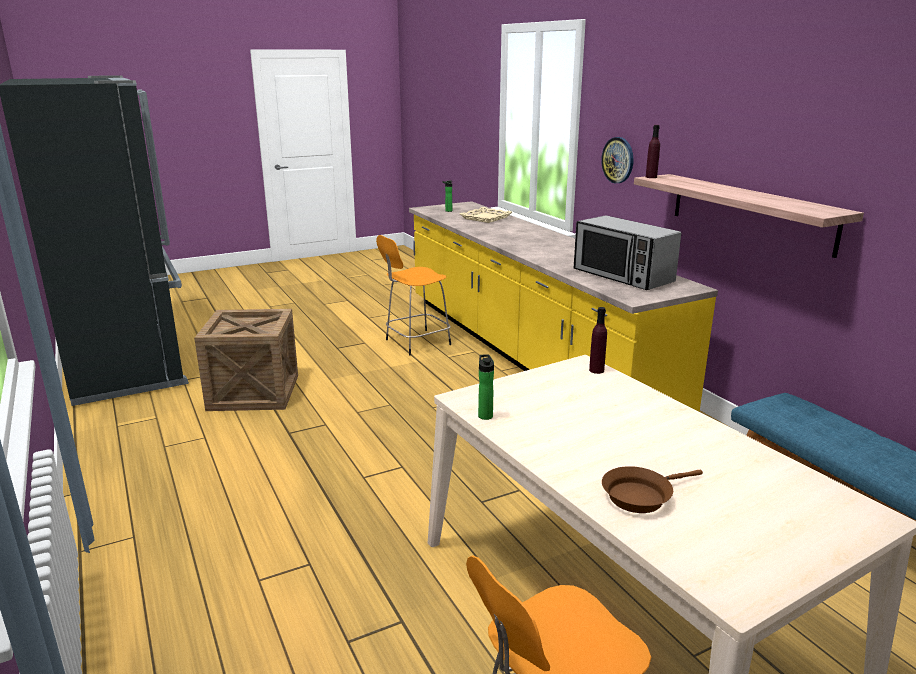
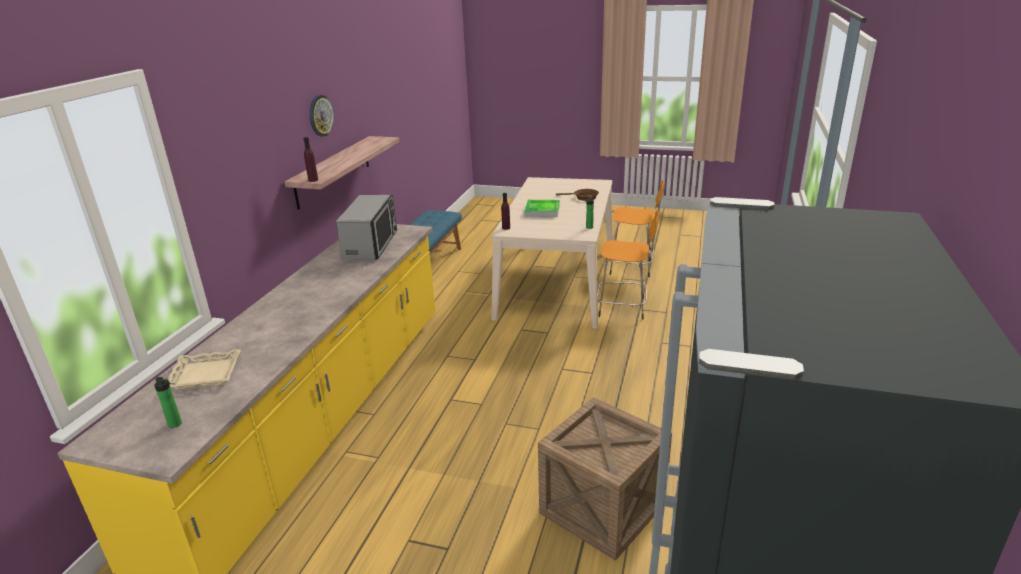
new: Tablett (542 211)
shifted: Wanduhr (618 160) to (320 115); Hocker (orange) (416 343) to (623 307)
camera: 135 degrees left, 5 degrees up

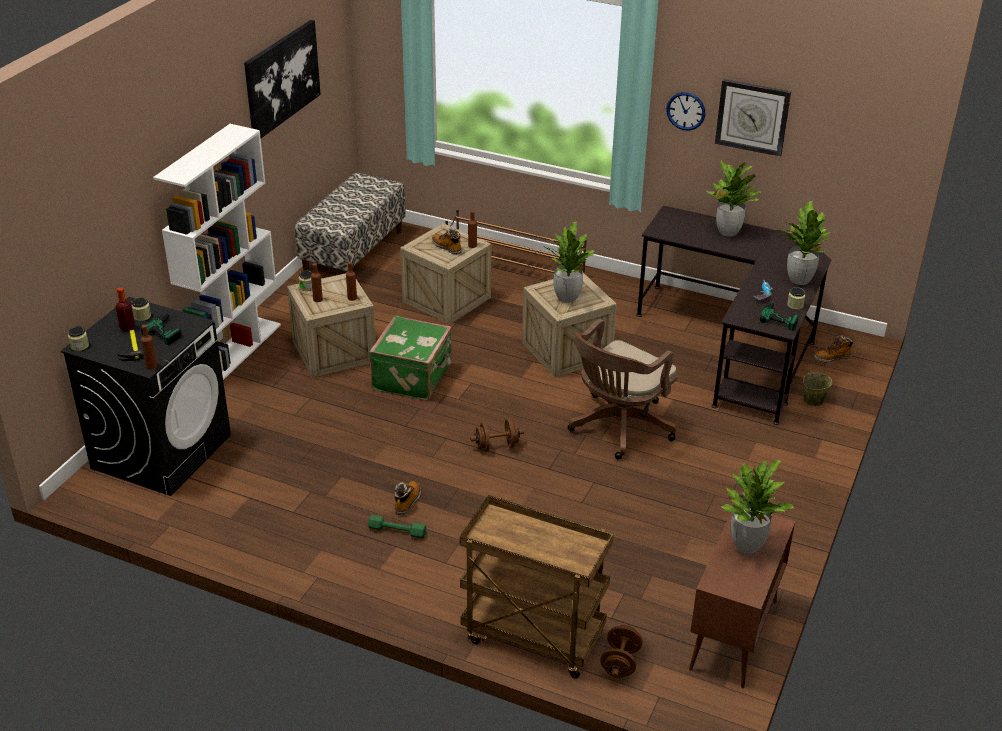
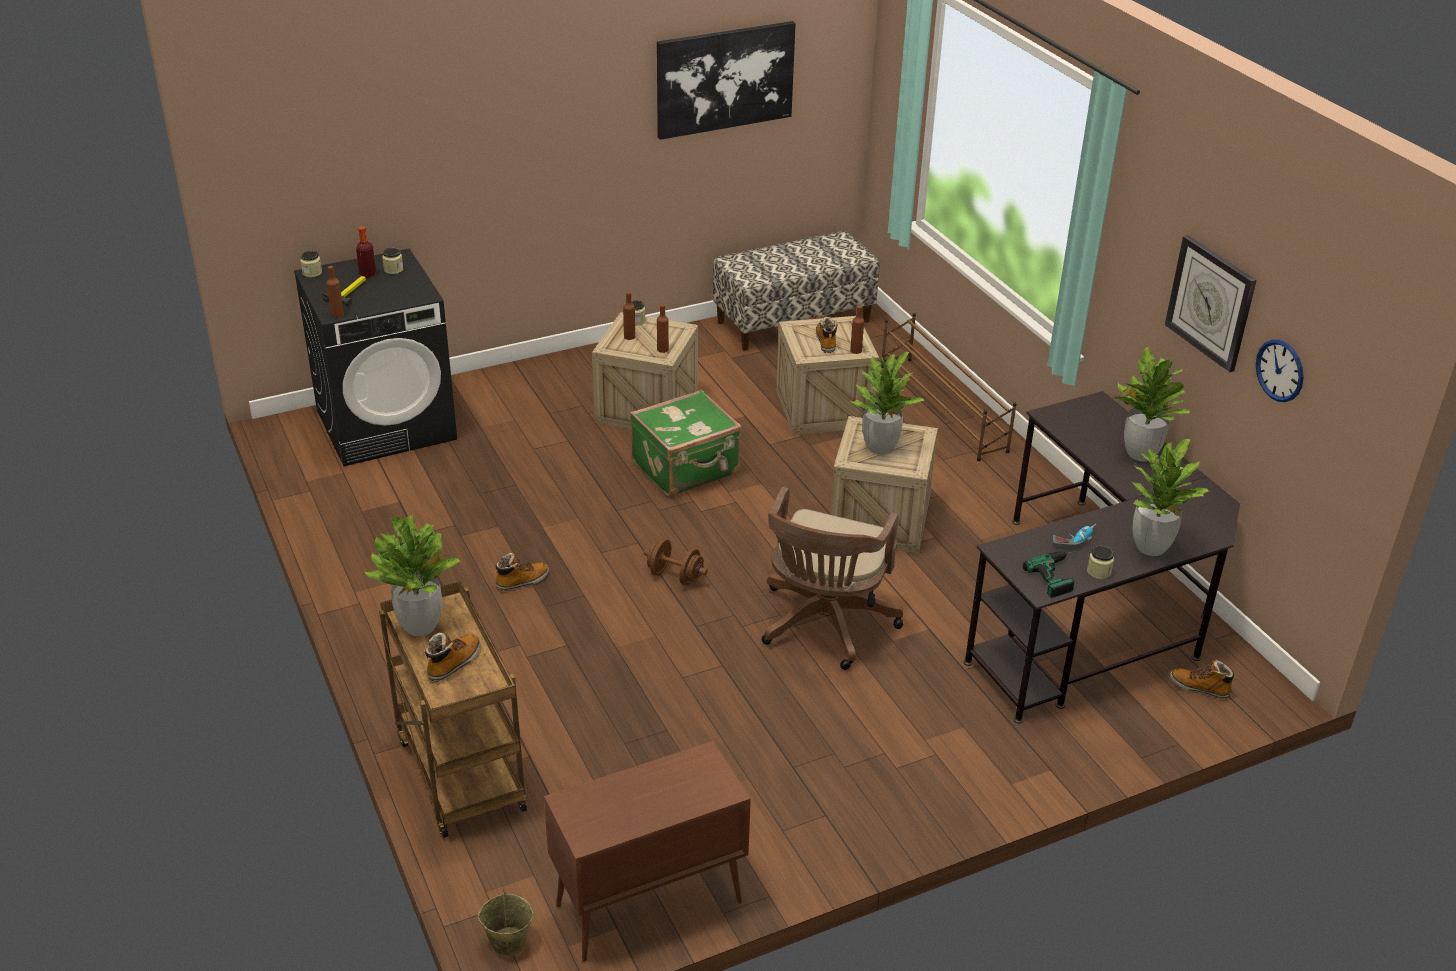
gone: Bohrmaschine (170 329); Bücherregal (weiß) (234 350); Hantel (grün) (397 531); Hantel (braun) (620 663)
new: Stiefel (454 663)
shifted: Topfpflanze (747 545) to (421 626); Eimer (beige) (813 400) to (507 941); Wanduhr (686 111) to (1280 370)
rotated: Bürostuhl (braun) (618 428) = (824 626) 60 degrees counterclockwise
camera: 40 degrees right, 0 degrees up

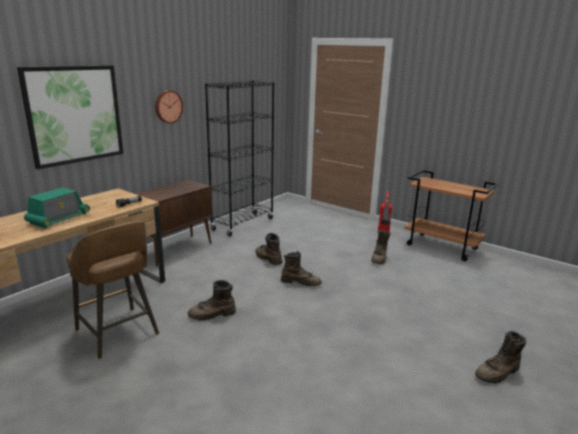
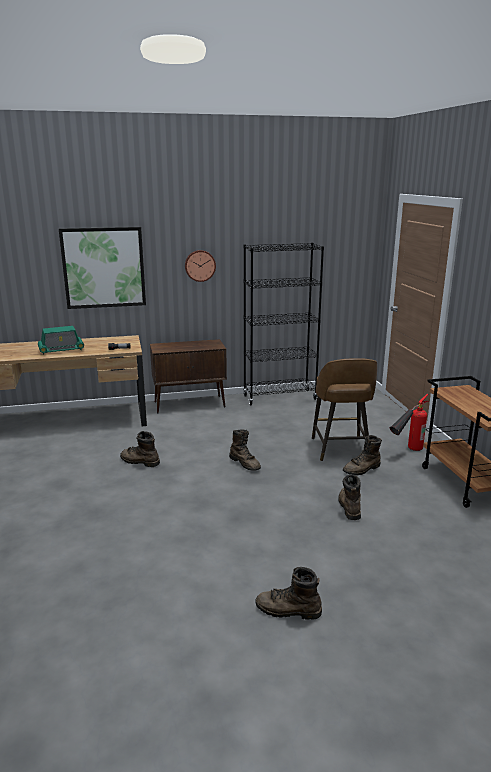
shifted: Hocker (braun) (118 333) to (340 449); Stiefel (braun) (268 258) to (349 507)
camera: 40 degrees right, 0 degrees up

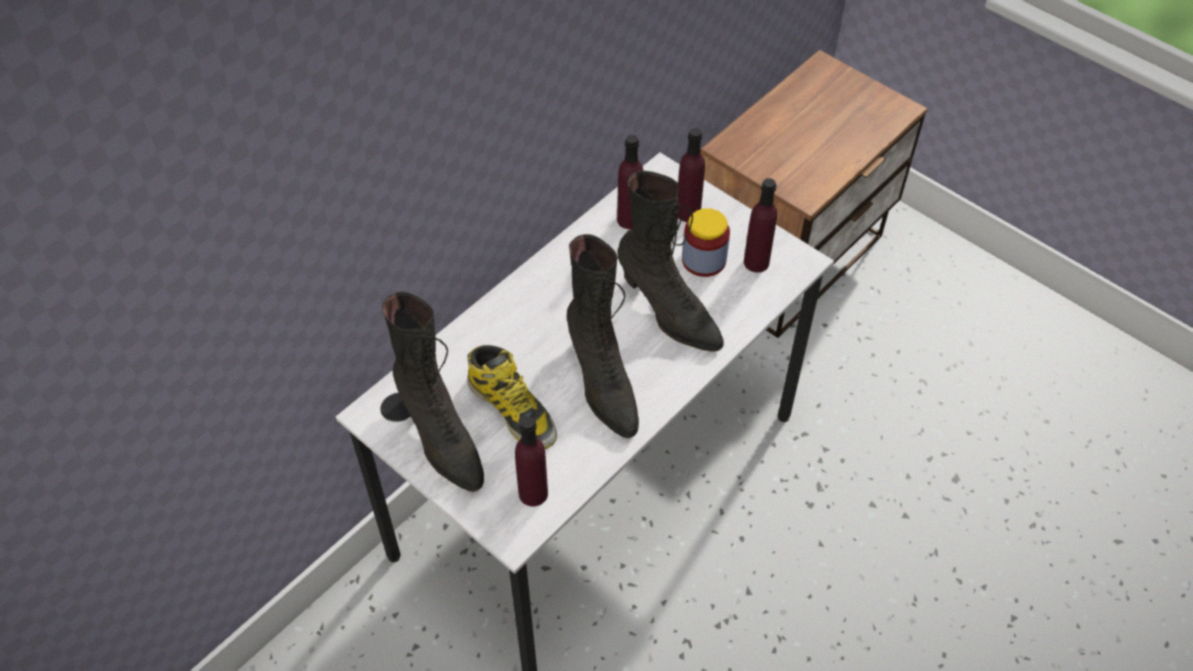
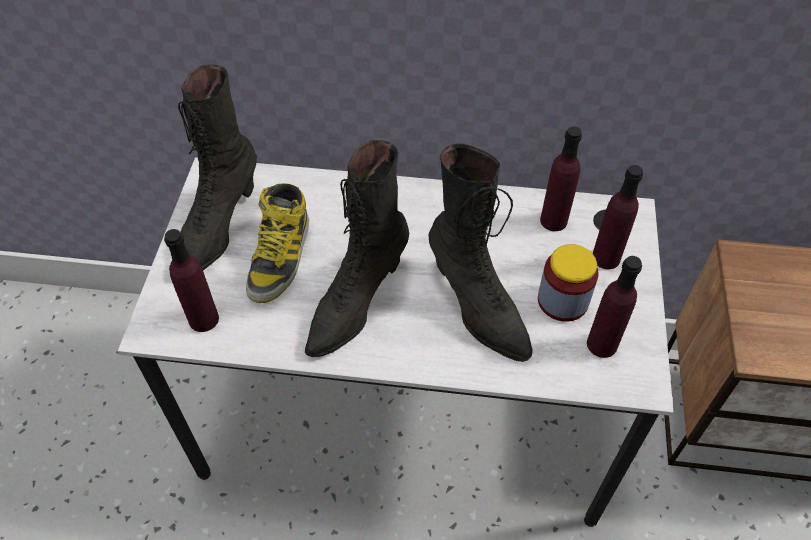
rotated: Stiefel (schwarz) (668 311) = (477 307) 45 degrees counterclockwise
camera: 55 degrees right, 0 degrees up

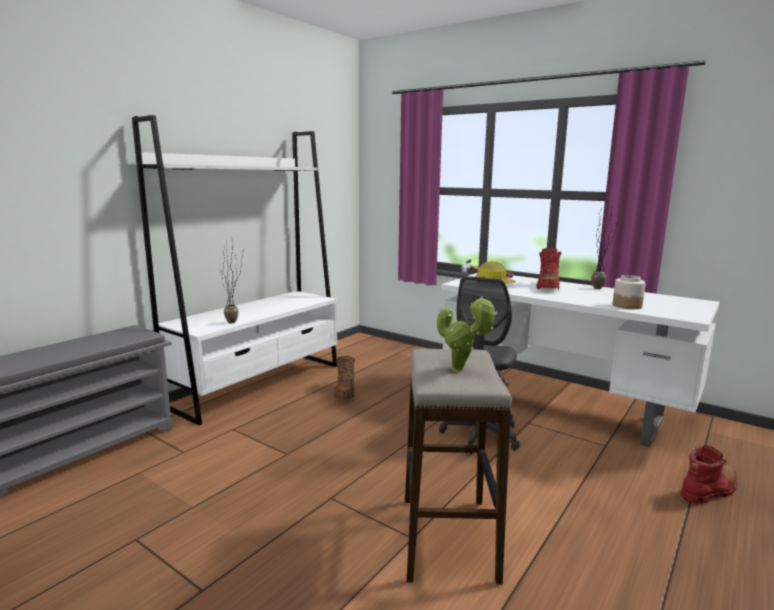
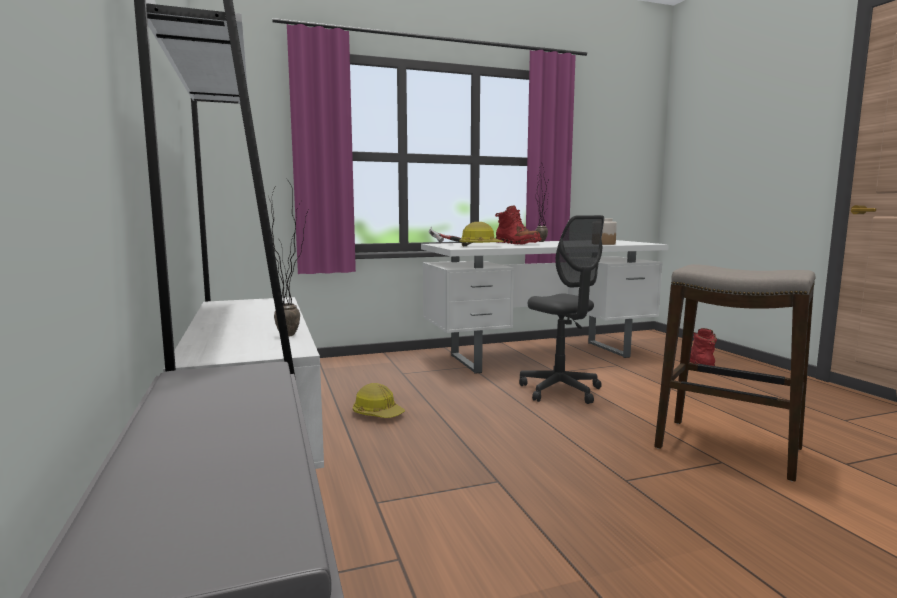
gone: Topfpflanze (461 371)
swapped: Stiefel (braun) (345 392) to Schutzhelm (378 413)
camera: 55 degrees left, 5 degrees down

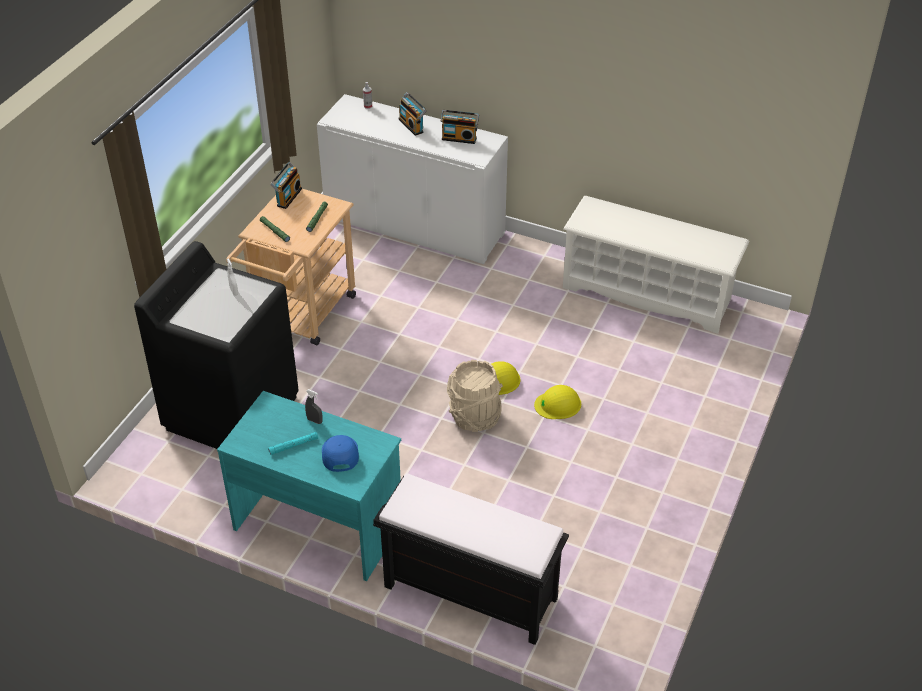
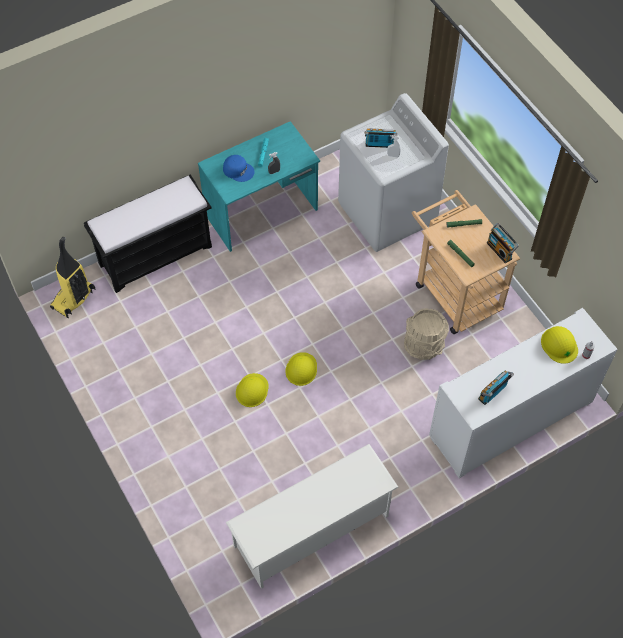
new: Staubsauger (74 299); Schutzhelm (gelb) (559 345)
shifted: Radio (412 125) to (379 145); Eimer (beige) (474 417) to (424 346)
repainted: Waschmaschine (schwarz) (232 412) to Waschmaschine (weiß) (387 213)
camera: 125 degrees right, 15 degrees up

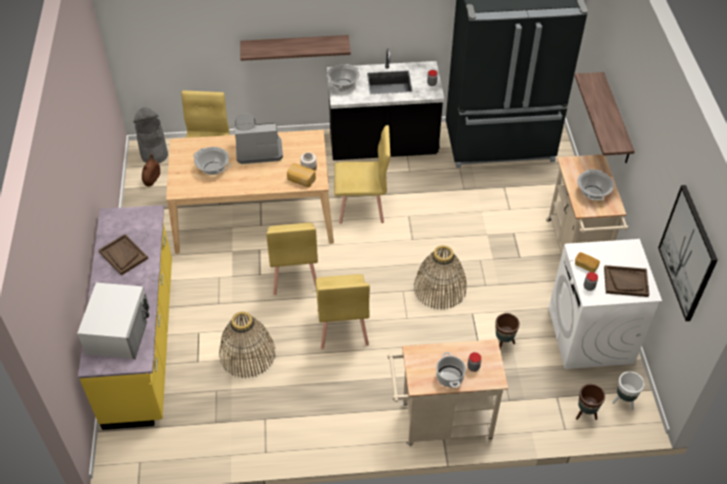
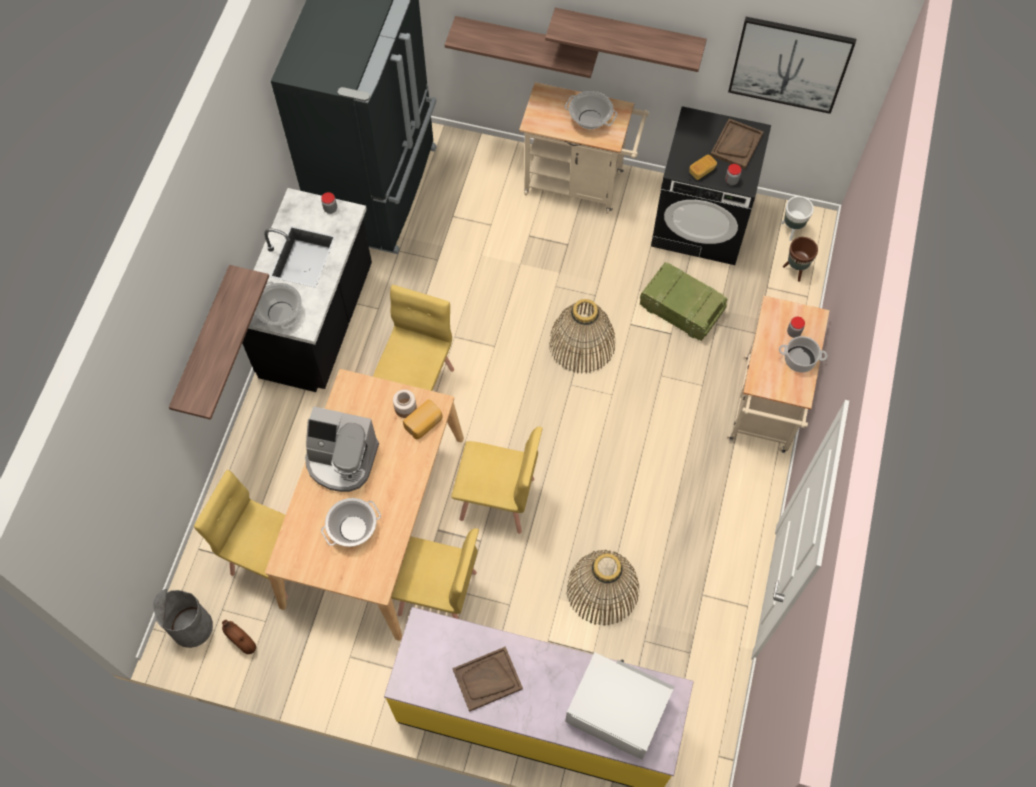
new: Wandregal (629 34)
shifted: Stuhl (gelb) (342 328) to (438 594)
swapped: Pflanzkübel (braun) (503 343) to Kiste (682 309)
repainted: Waschmaschine (weiß) (590 336) to Waschmaschine (schwarz) (701 223)
rotated: Kaffeemaschine (258 149) = (341 460) 90 degrees counterclockwise
camera: 70 degrees left, 15 degrees up

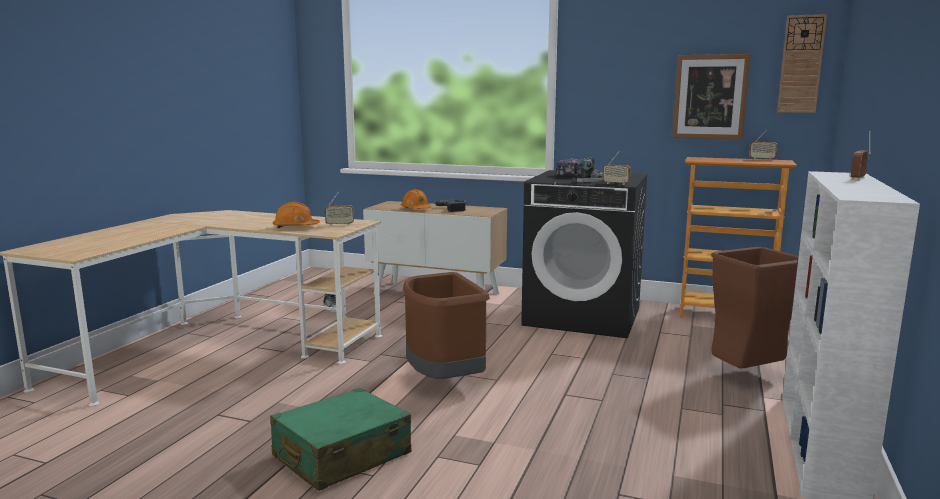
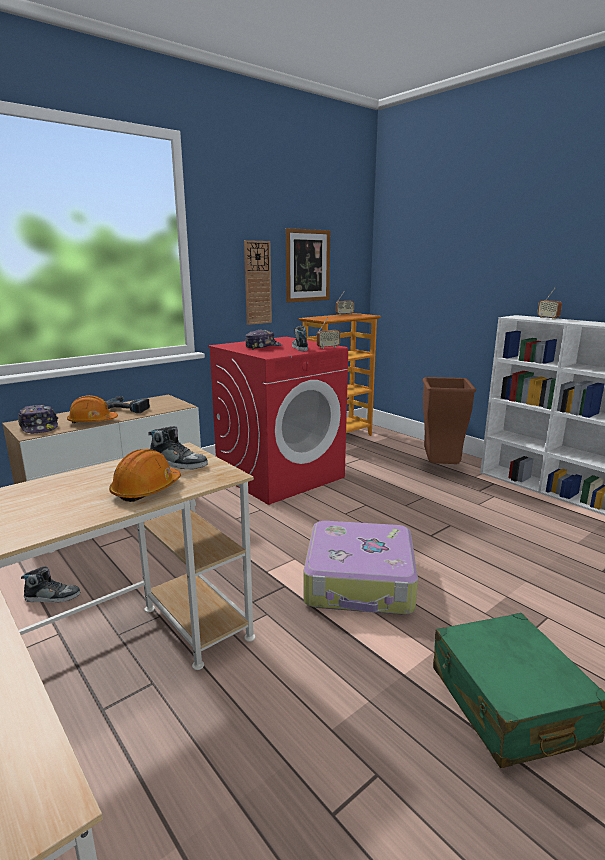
new: Kappe (39 427)
shifted: Wanduhr (801 64) to (257 283)
swapped: Radio (339 225) to Schuh (178 463); Mülleimer (braun) (444 380) to Koffer (360 582)
repainted: Waschmaschine (schwarz) (583 316) to Waschmaschine (rot) (280 476)
camera: 60 degrees left, 5 degrees up

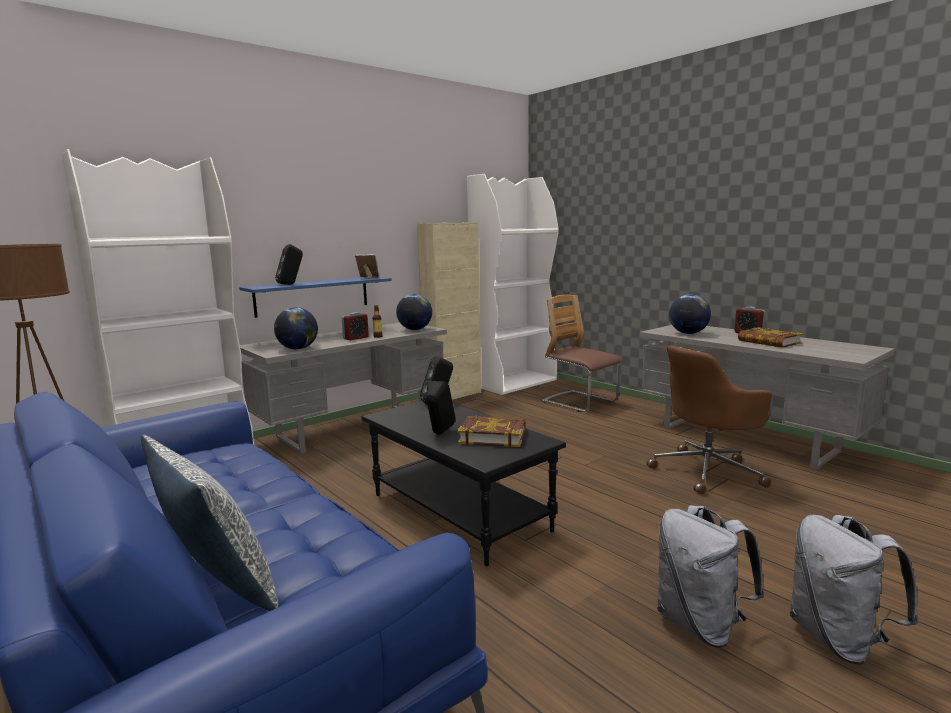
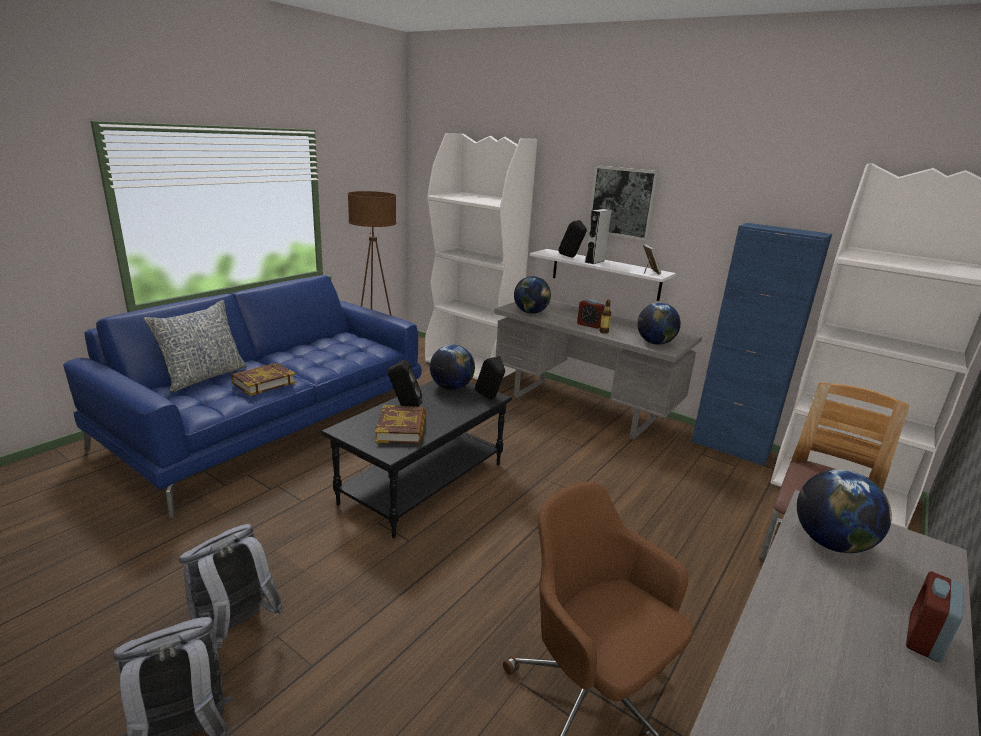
new: Globus (451 387); Lautsprecher (grau) (594 261); Bild (622 202)
shifted: Buch (768 342) to (263 382)
repainted: Wandregal (blau) (313 296) to Wandregal (weiß) (605 274); Schrank (beige) (453 395) to Schrank (blau) (730 448)
camera: 75 degrees right, 10 degrees up

